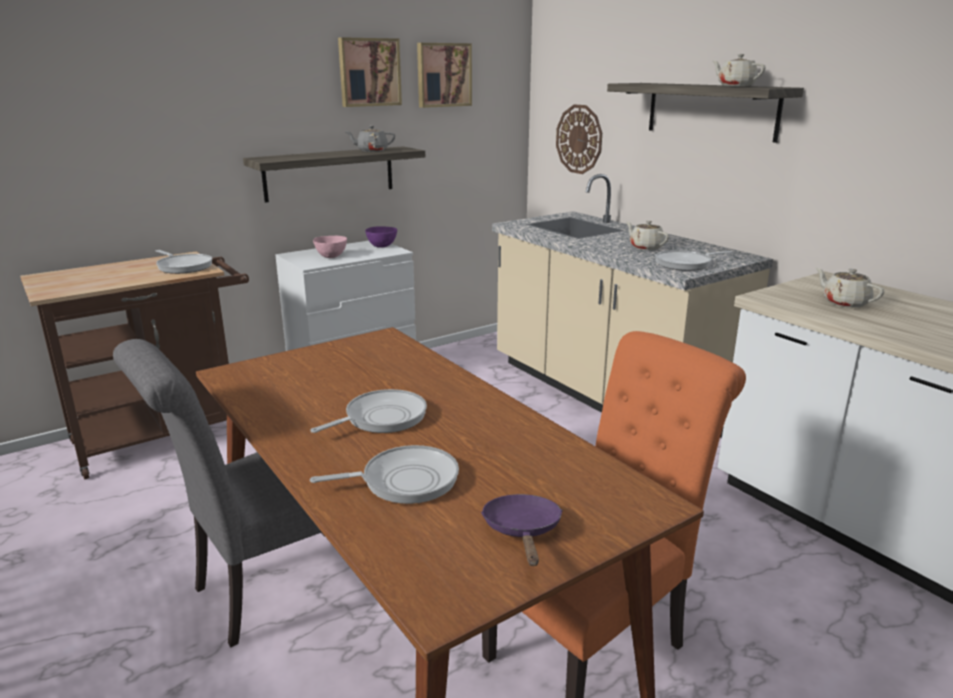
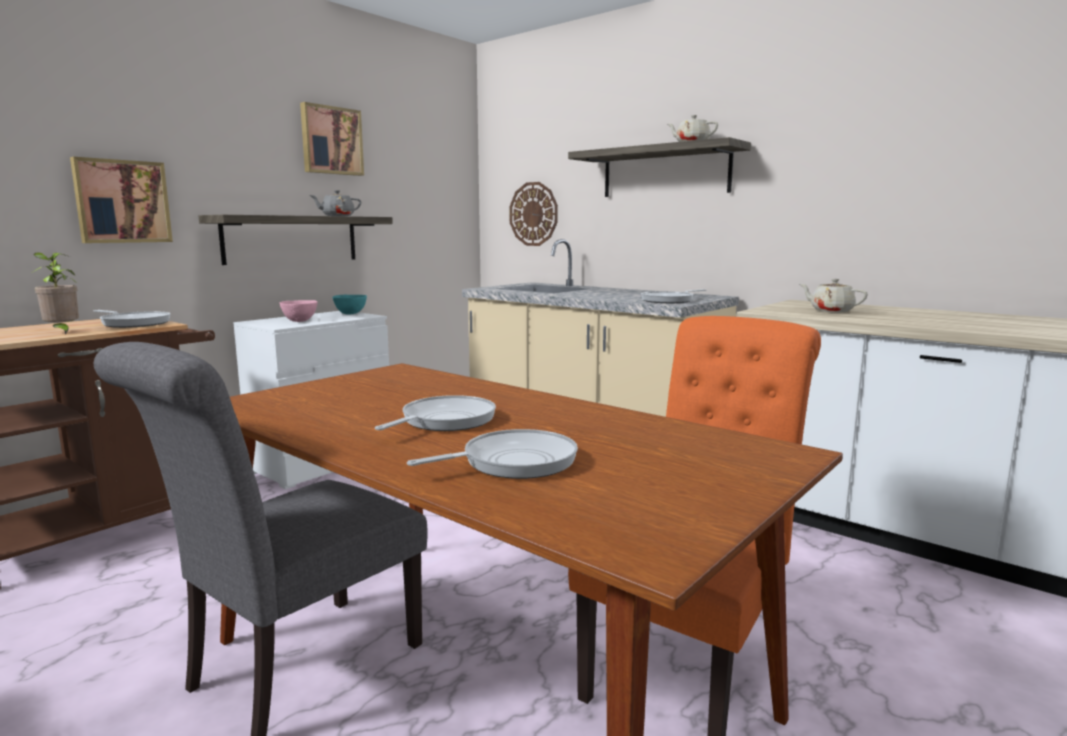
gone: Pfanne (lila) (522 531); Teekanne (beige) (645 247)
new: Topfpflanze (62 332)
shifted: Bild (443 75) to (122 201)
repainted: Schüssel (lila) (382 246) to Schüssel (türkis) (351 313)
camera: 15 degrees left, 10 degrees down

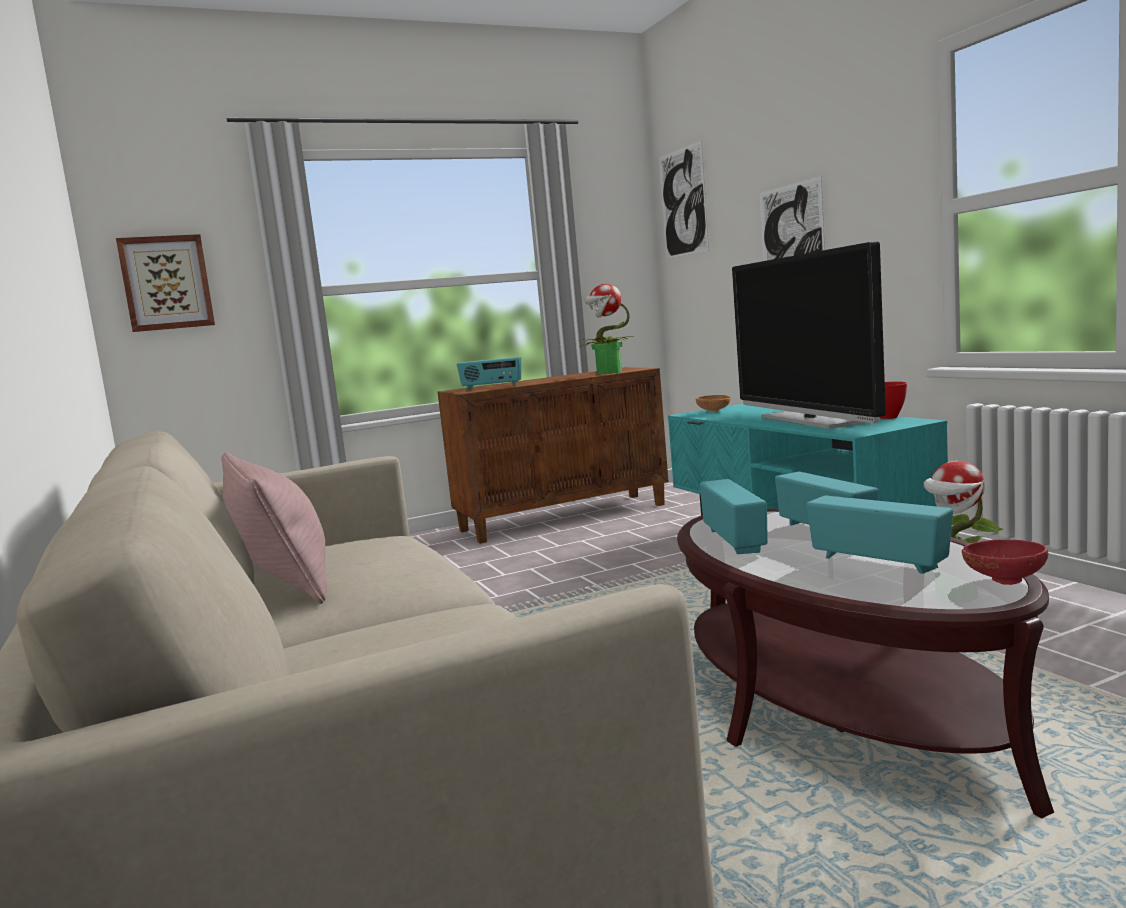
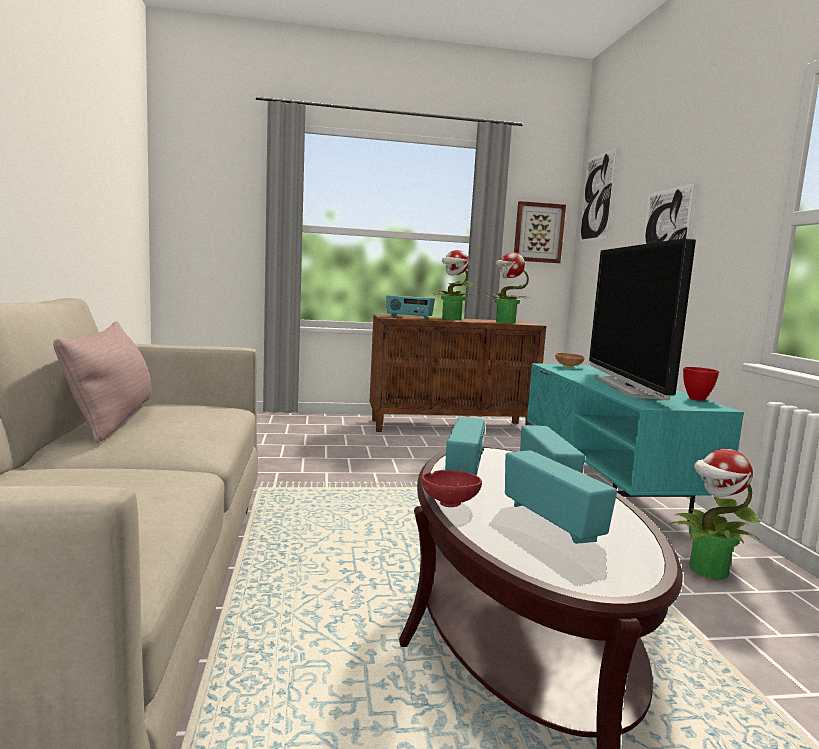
new: Topfpflanze (451 319)
shifted: Schüssel (rot) (1003 579) to (450 502); Bild (166 283) to (538 232)
camera: 15 degrees right, 0 degrees up

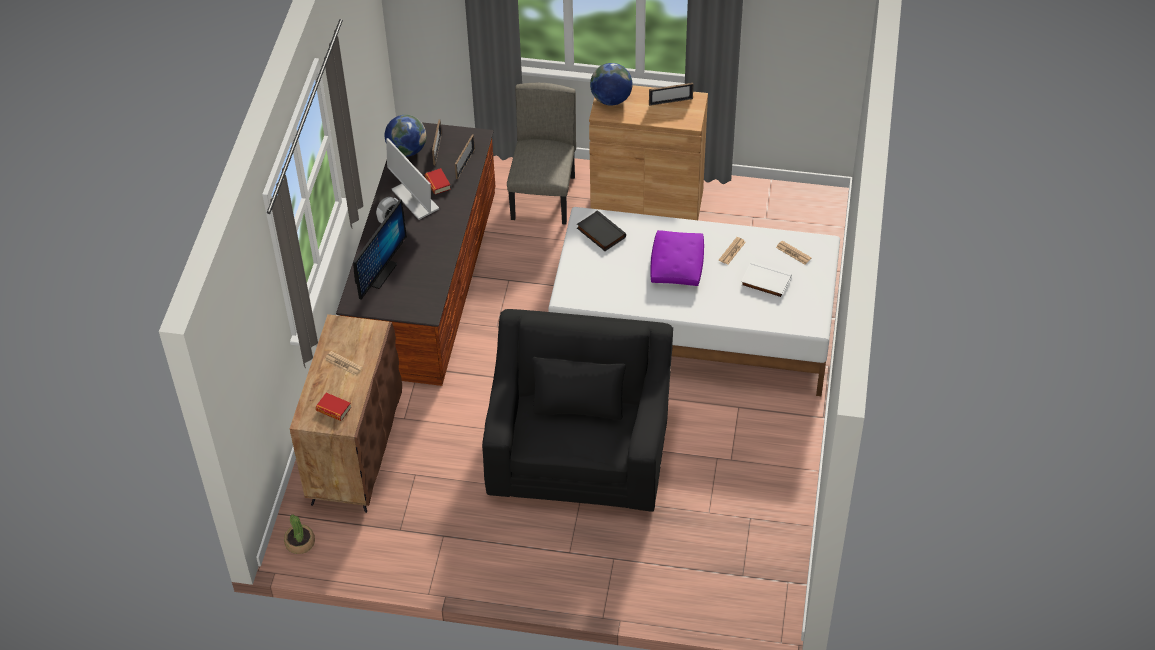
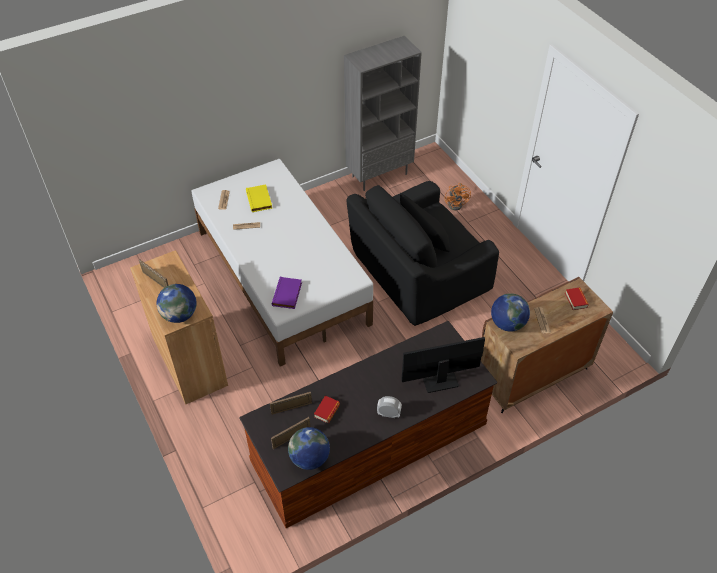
gone: Topfpflanze (300 543); Monitor (414 199); Stuhl (beige) (544 198); Kissen (lila) (677 266)
new: Bücherregal (grau) (379 174); Ventilator (orange) (457 203); Globus (507 324)
repainted: Buch (weiß) (765 282) to Buch (gelb) (260 200); Buch (schwarz) (600 233) to Buch (lila) (288 294)
camera: 130 degrees left, 0 degrees up

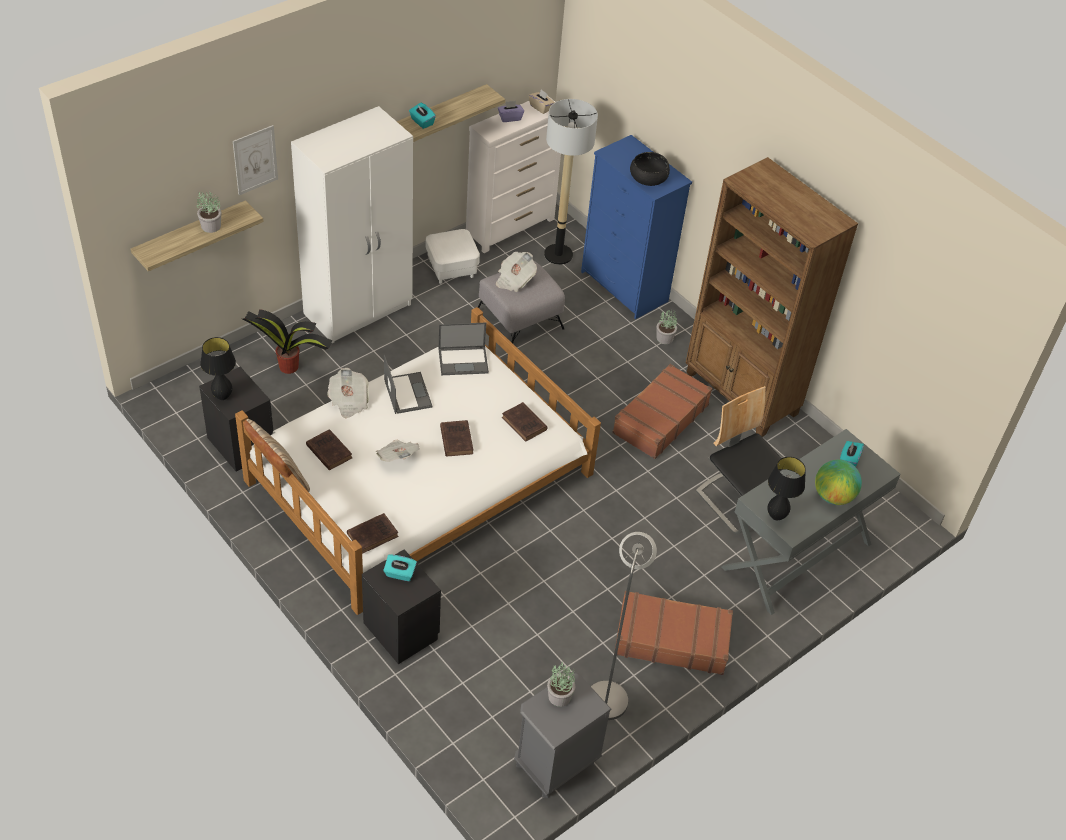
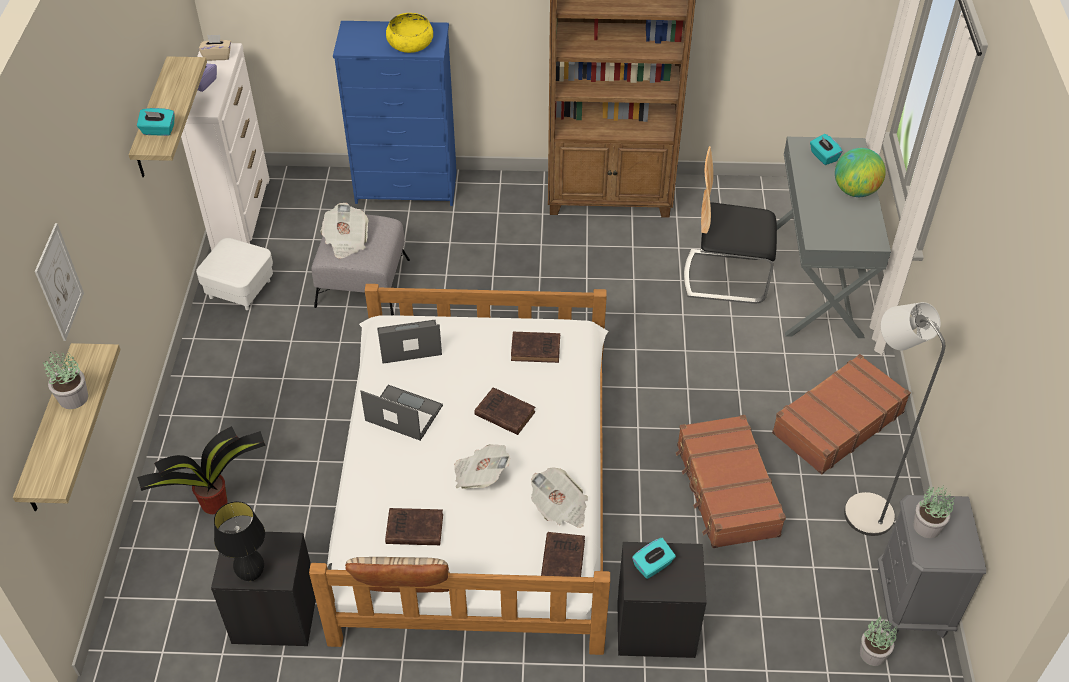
gone: Kleiderschrank (weiß) (359 310); Stehlampe (558 255); Tischlampe (schwarz) (776 516)
shifted: Zeitung (349 401) to (560 508); Koffer (braun) (660 419) to (726 490); Topfpflanze (665 338) to (873 654)
repainted: Schüssel (schwarz) (648 177) to Schüssel (gelb) (410 43)
rotated: Laptop (464 360) = (408 342) 135 degrees counterclockwise
camera: 45 degrees left, 0 degrees up

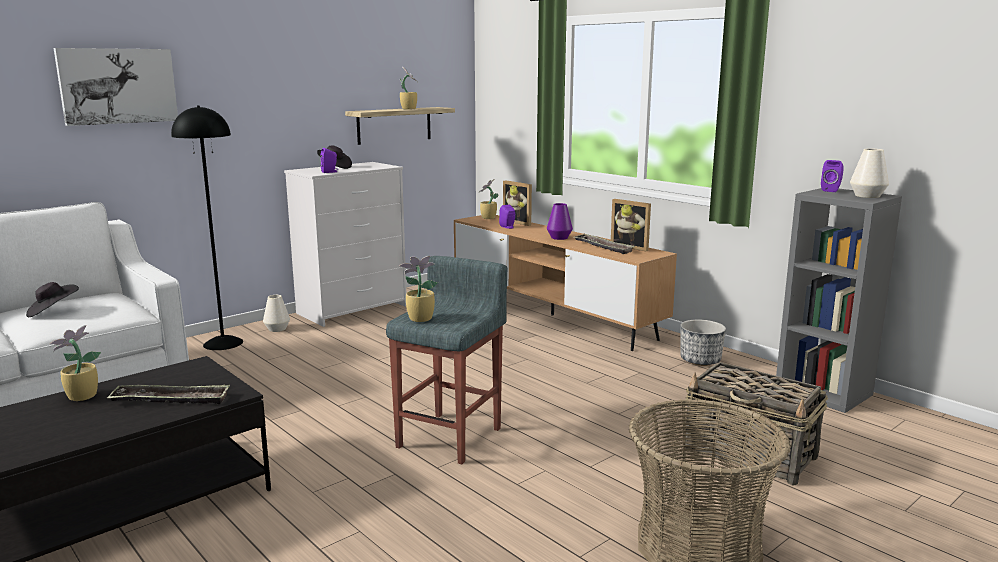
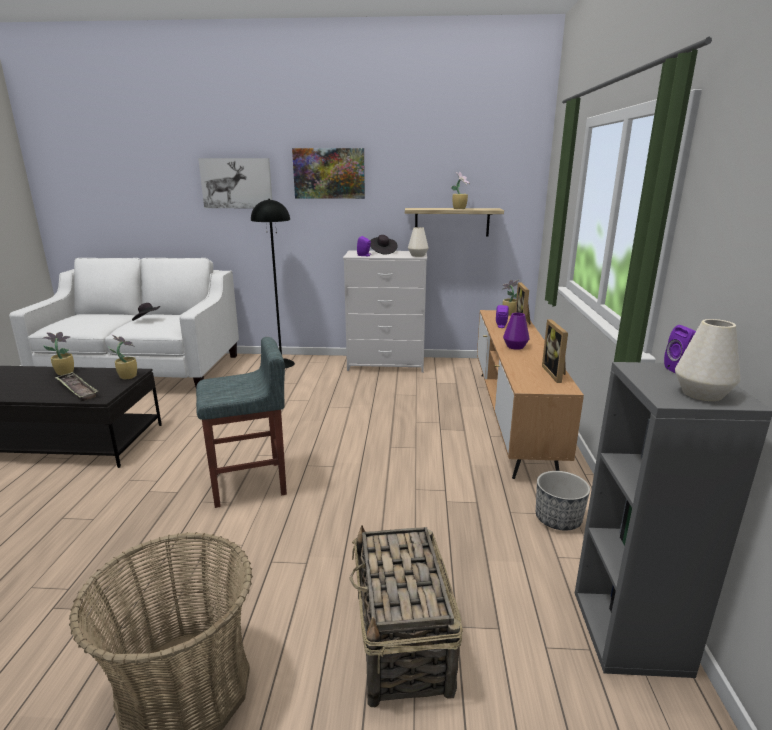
gone: Tablett (603 247)
new: Bild (329 173)
shifted: Topfpflanze (419 319) to (128 376); Vase (weiß) (277 329) to (418 255)
camera: 45 degrees right, 5 degrees up

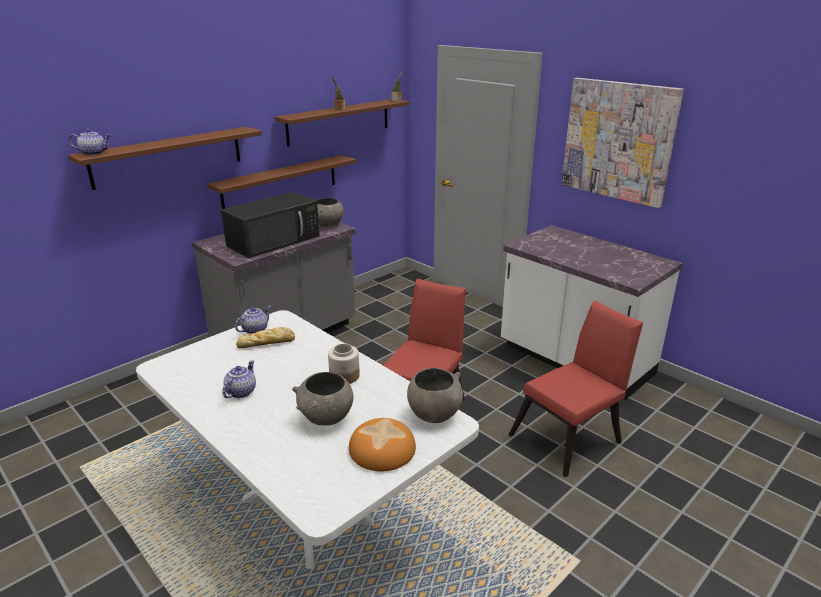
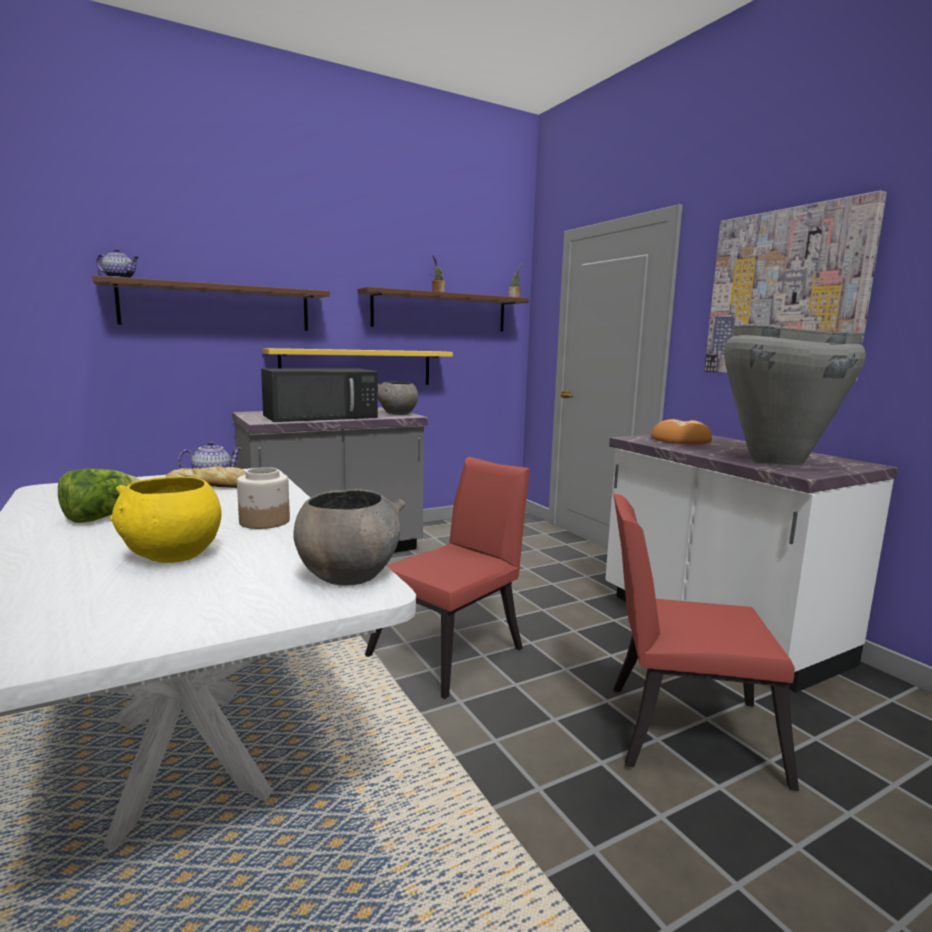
new: Vase (grau) (777 461)
shifted: Brot (381 449) to (679 440)
swapped: Teekanne (240 392) to Salatkopf (102 518)
repainted: Schüssel (grau) (326 418) to Schüssel (gelb) (172 556); Wandregal (braun) (280 183) to Wandregal (gelb) (358 367)
rotated: Stuhl (rot) (571 436) = (679 730) 150 degrees counterclockwise
camera: 15 degrees right, 15 degrees down

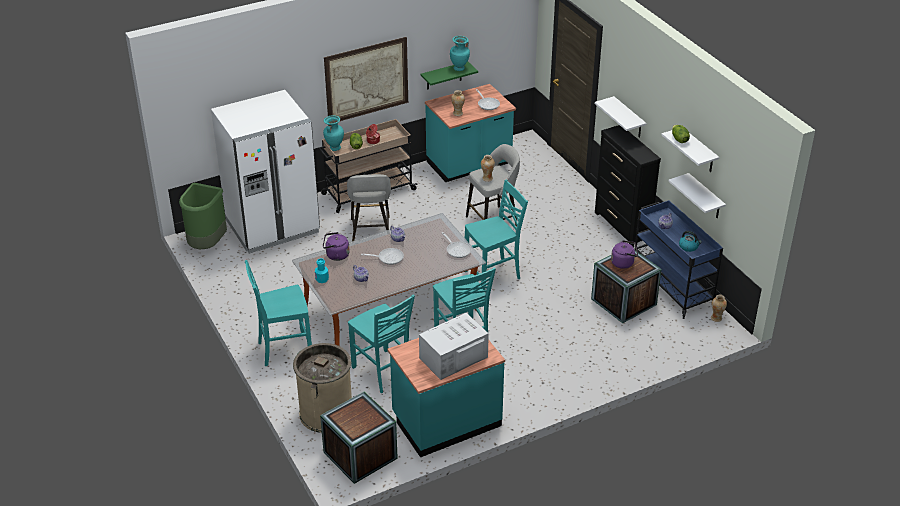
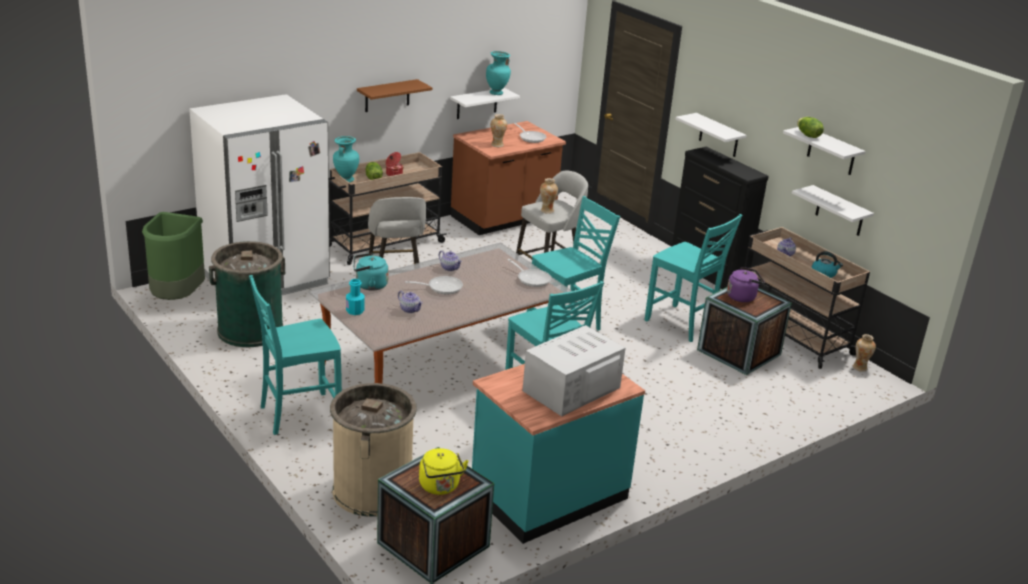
new: Mülleimer (grün) (250 330); Wasserkessel (gelb) (440 487)
shifted: Stuhl (türkis) (383 372) to (682 324)
swapped: Bild (366 80) to Wandregal (braun) (387 96)
repainted: Wasserkessel (lila) (336 255) to Wasserkessel (türkis) (369 285); Wandregal (grün) (444 76) to Wandregal (weiß) (477 103); Küchenzeile (türkis) (469 165) to Küchenzeile (braun) (504 219); Rollwagen (blau) (671 285) to Rollwagen (beige) (790 334)
camera: 10 degrees left, 10 degrees down

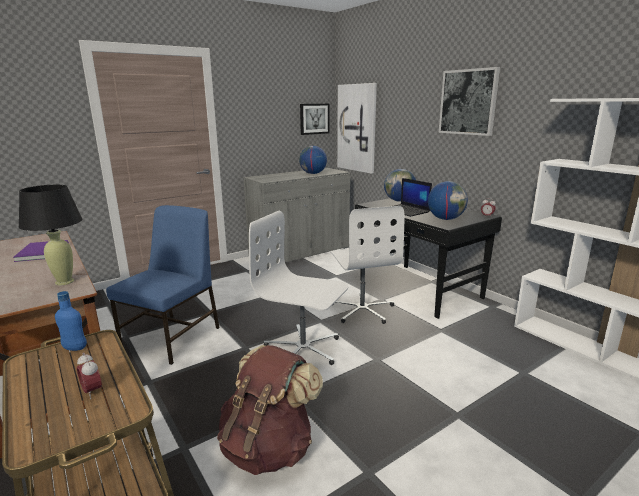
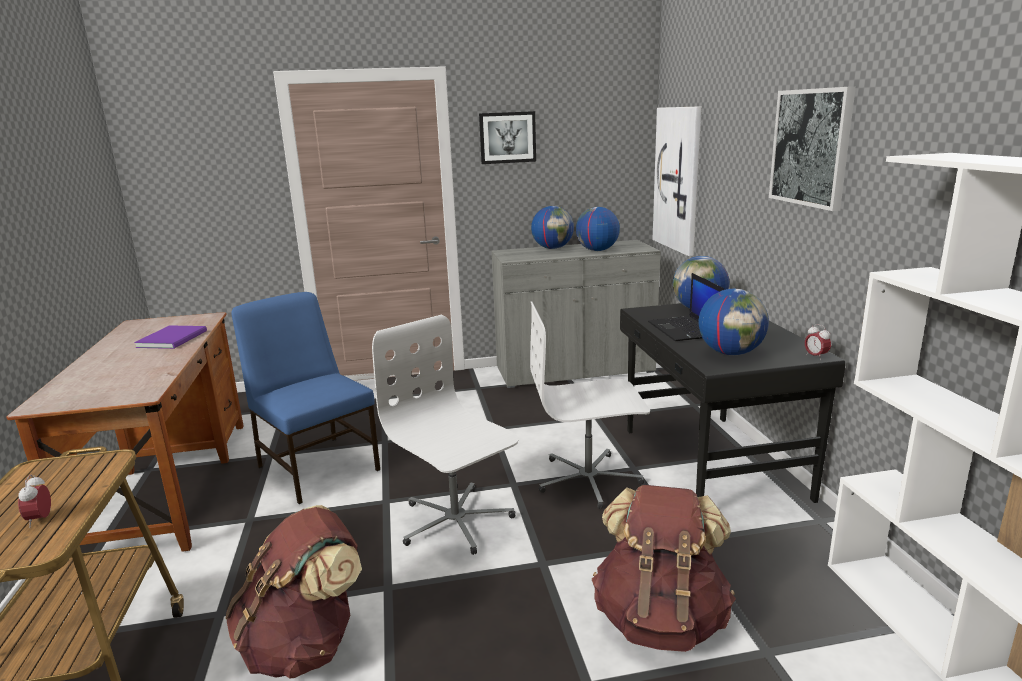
gone: Tischlampe (schwarz) (64 282); Flasche (blau) (75 348)
new: Globus (553 248); Rucksack (braun) (660 620)
shifted: Bild (314 119) to (507 137)
rotated: Stuhl (blau) (173 337) = (318 467) 90 degrees counterclockwise; Bürostuhl (weiß) (362 310) = (589 479) 75 degrees clockwise
camera: 25 degrees right, 0 degrees up

